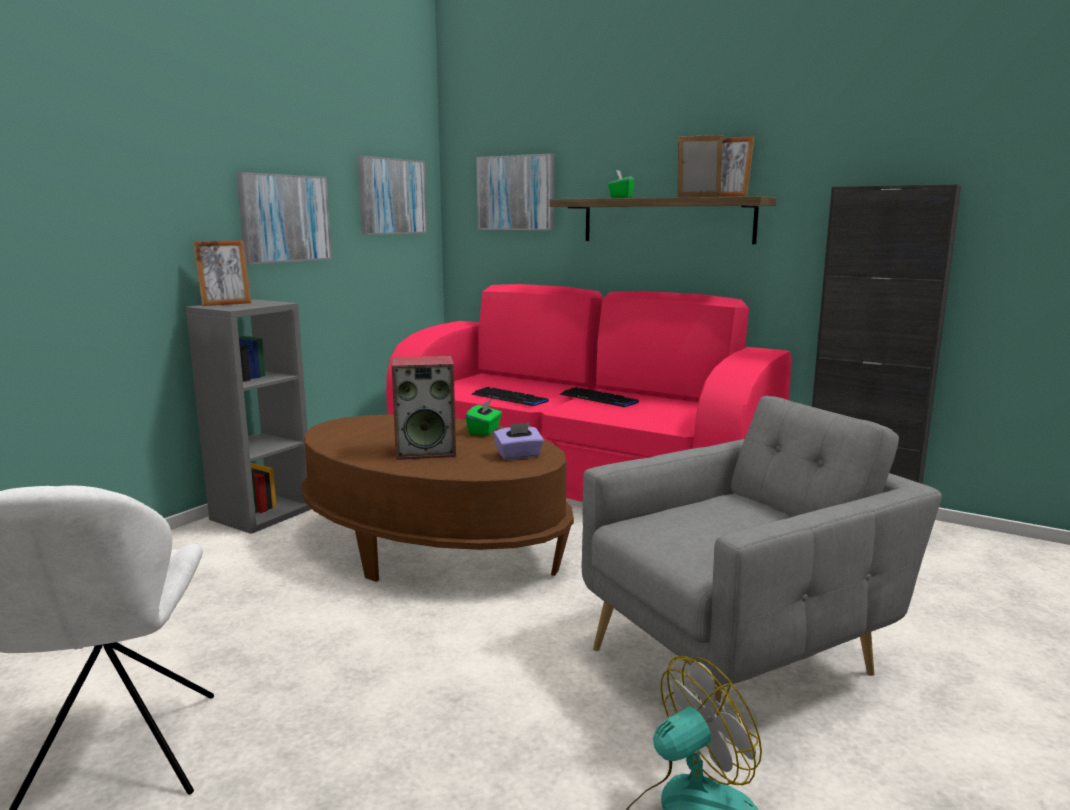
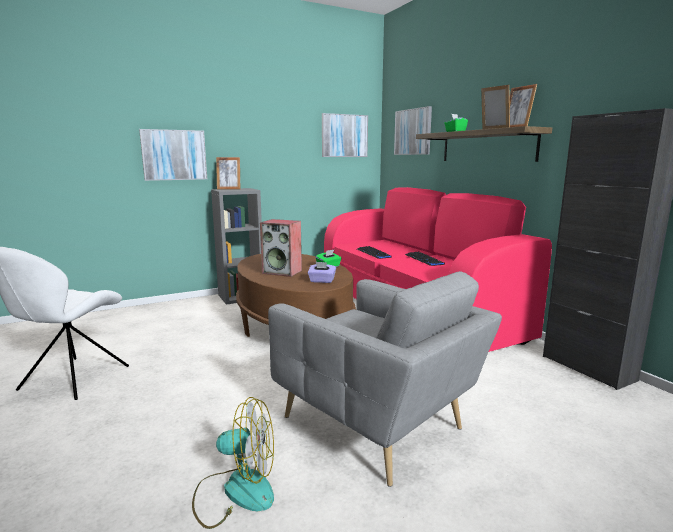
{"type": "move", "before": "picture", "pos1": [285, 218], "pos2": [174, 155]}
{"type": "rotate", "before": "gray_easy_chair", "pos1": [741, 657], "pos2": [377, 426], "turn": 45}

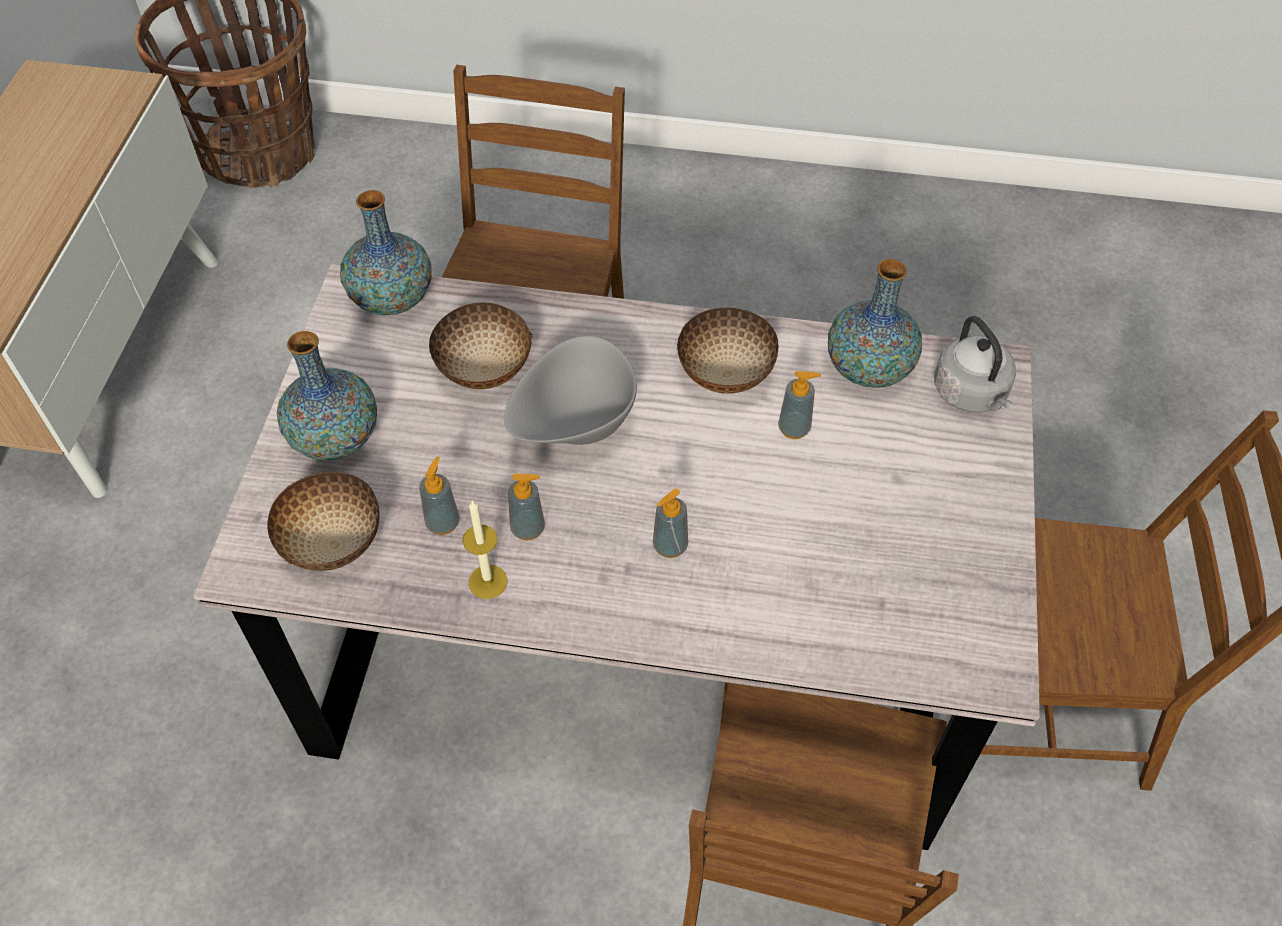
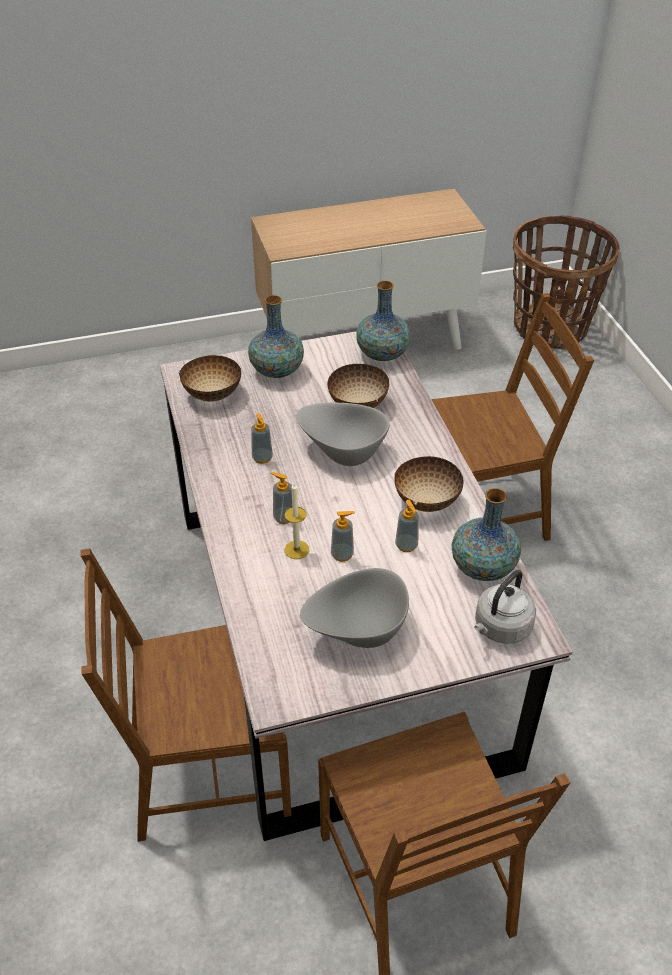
{"type": "insert", "after": "gray_serving_bowl", "pos2": [357, 631]}
{"type": "move", "before": "soap_dispenser", "pos1": [443, 523], "pos2": [342, 554]}
{"type": "move", "before": "candle", "pos1": [488, 581], "pos2": [296, 549]}

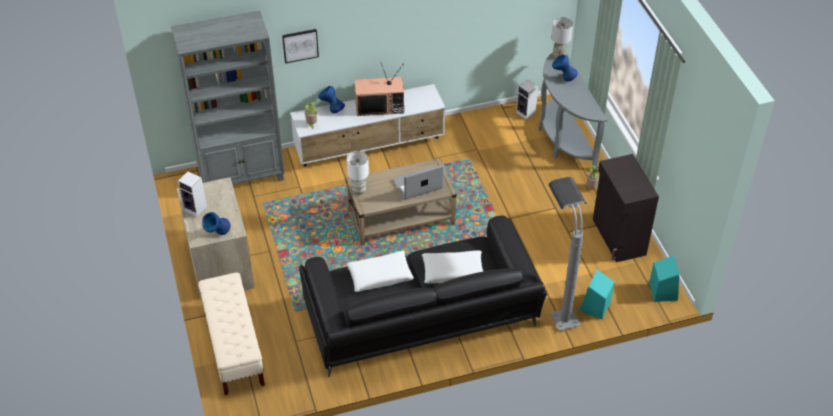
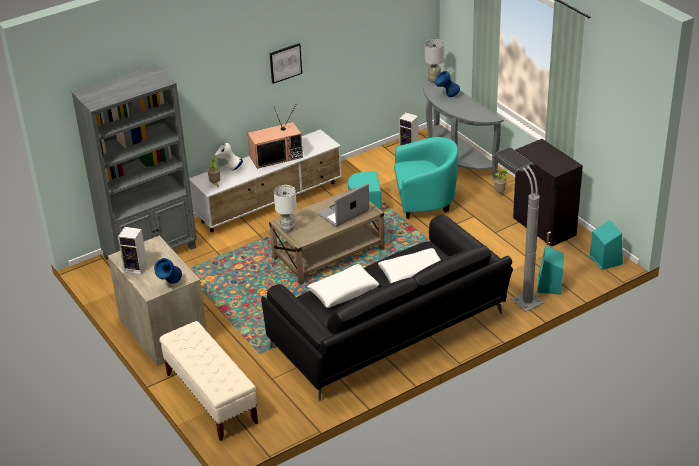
{"type": "insert", "after": "turquoise-coloured_easy_chair", "pos2": [410, 203]}
{"type": "move", "before": "picture", "pos1": [300, 45], "pos2": [285, 62]}
{"type": "recolor", "before": "blue_flower_vase", "after": "whitish_flower_vase", "pos1": [331, 110], "pos2": [229, 168]}

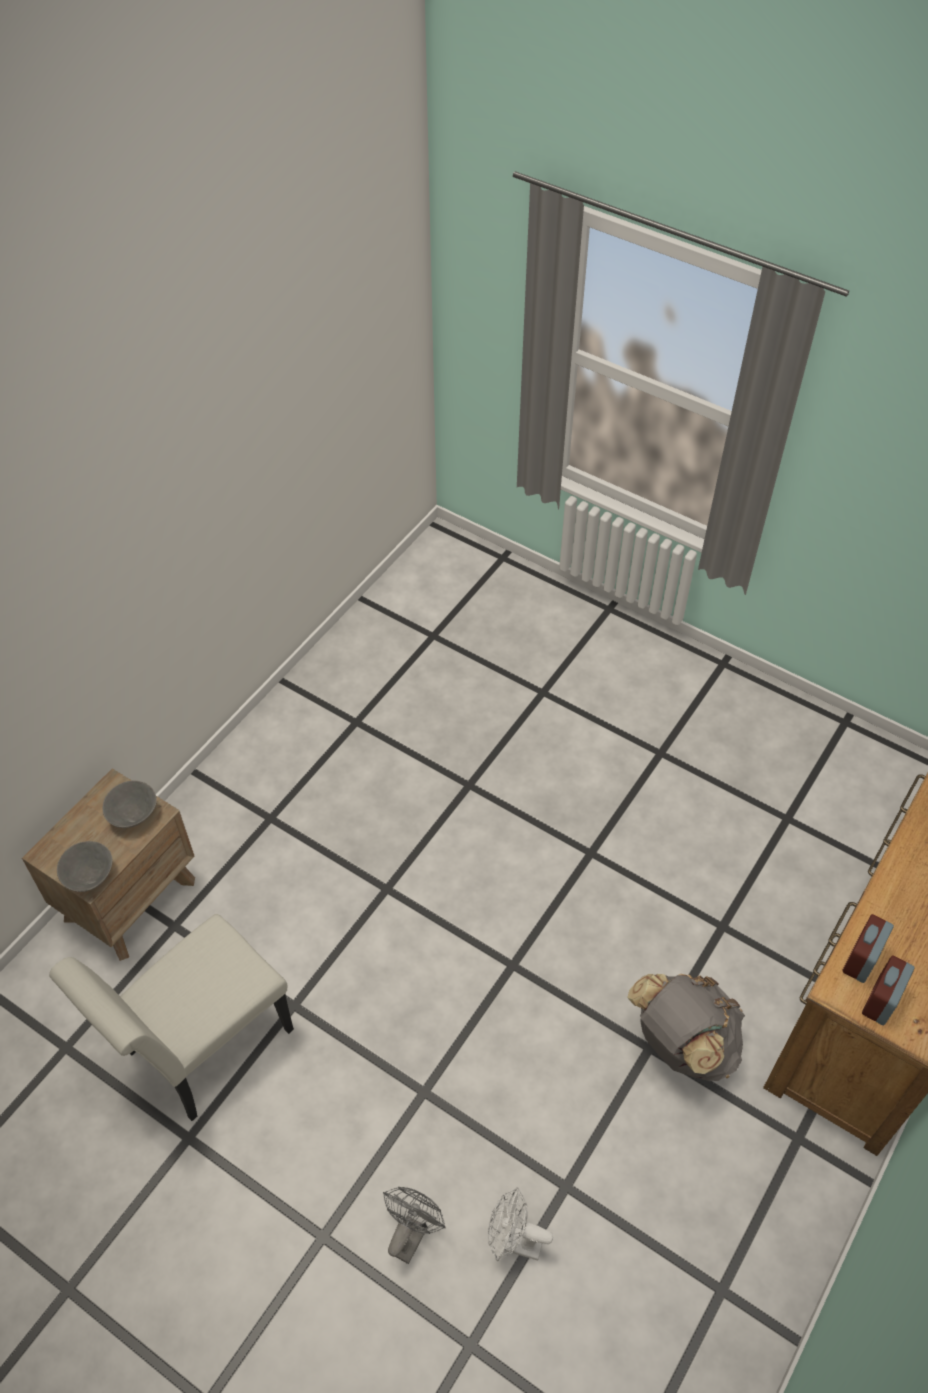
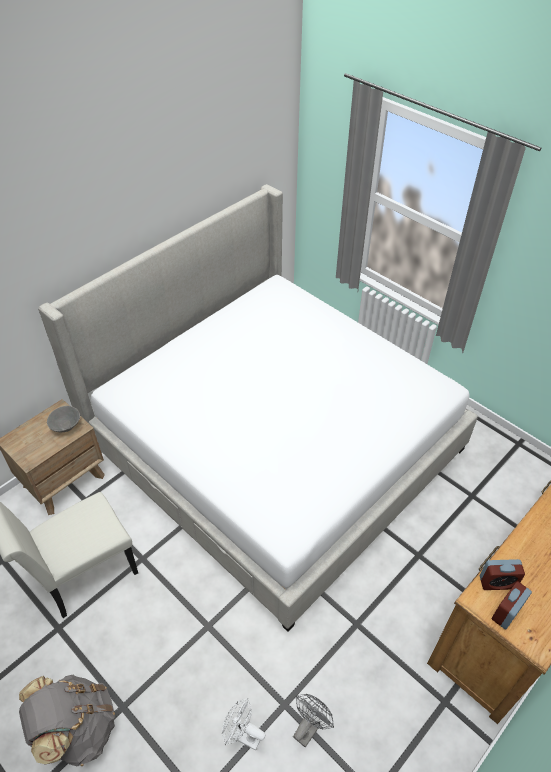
{"type": "delete", "before": "gray_serving_bowl", "pos1": [89, 877]}
{"type": "insert", "after": "sleeping_bed", "pos2": [275, 446]}
{"type": "move", "before": "gray_electric_fan", "pos1": [411, 1233], "pos2": [309, 726]}
{"type": "move", "before": "gray_knapsack", "pos1": [681, 1043], "pos2": [77, 728]}
{"type": "rotate", "before": "alarm_clock", "pos1": [861, 959], "pos2": [497, 582], "turn": -135}

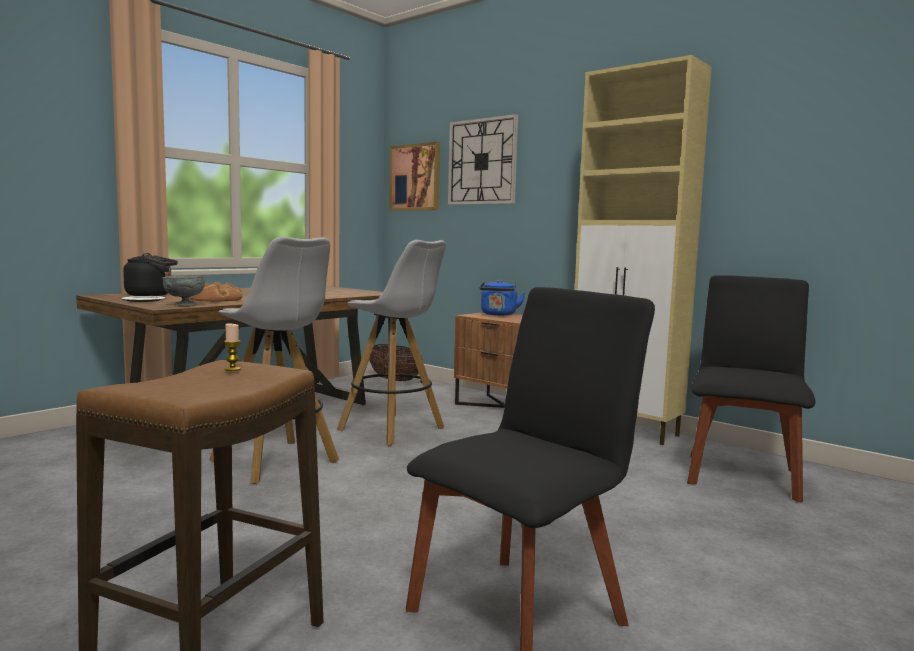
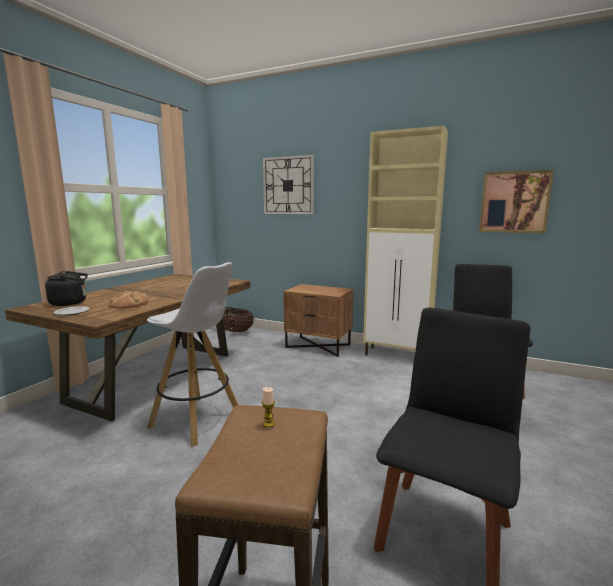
{"type": "delete", "before": "gray_serving_bowl", "pos1": [184, 305]}
{"type": "delete", "before": "whitish_sitting_stool", "pos1": [393, 429]}
{"type": "delete", "before": "blue_water_kettle", "pos1": [498, 314]}
{"type": "move", "before": "picture", "pos1": [415, 177], "pos2": [514, 202]}

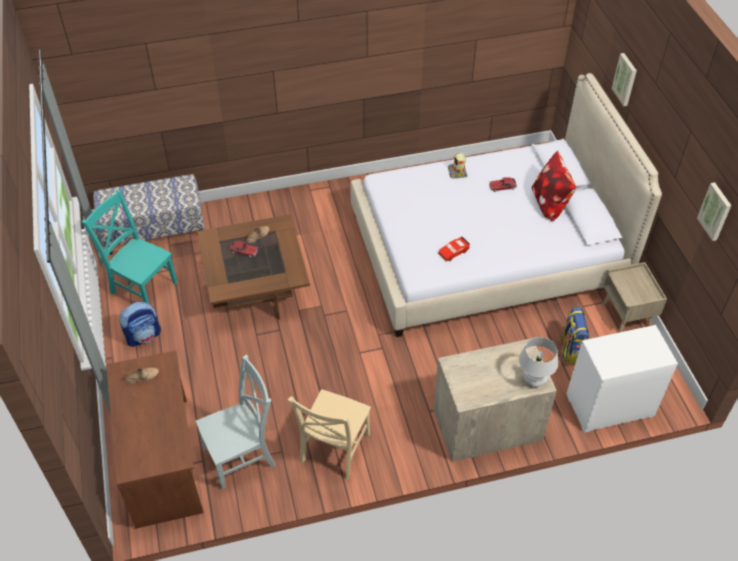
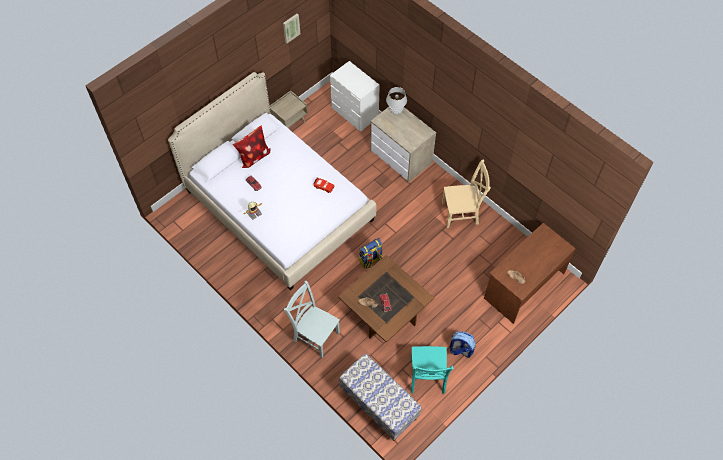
{"type": "delete", "before": "picture", "pos1": [625, 79]}
{"type": "move", "before": "gray_upright_chair", "pos1": [242, 455], "pos2": [314, 335]}
{"type": "move", "before": "knapsack", "pos1": [571, 350], "pos2": [370, 260]}

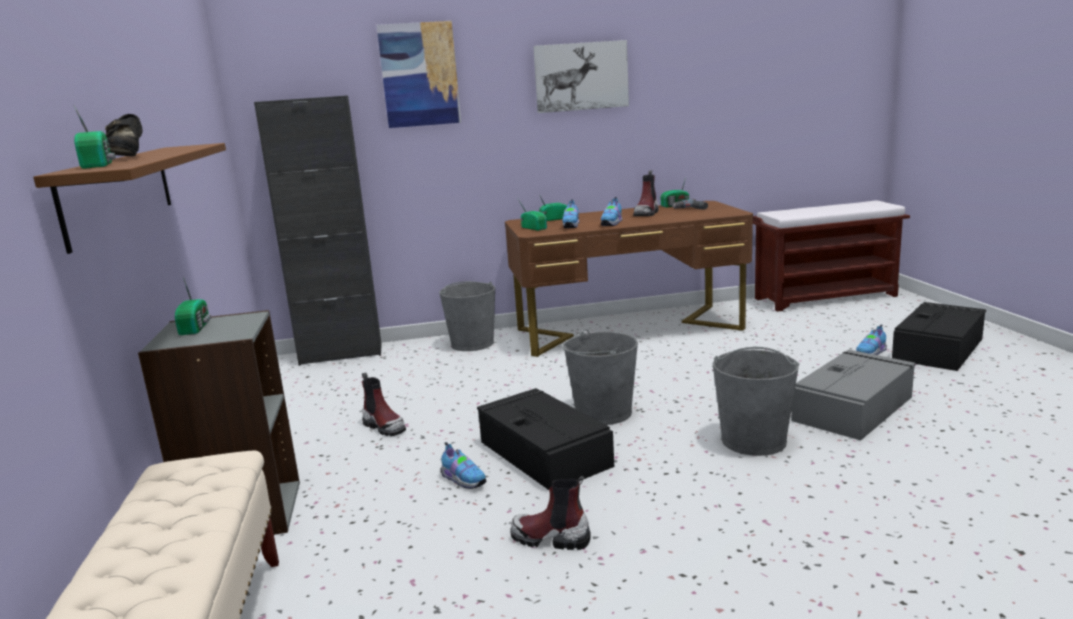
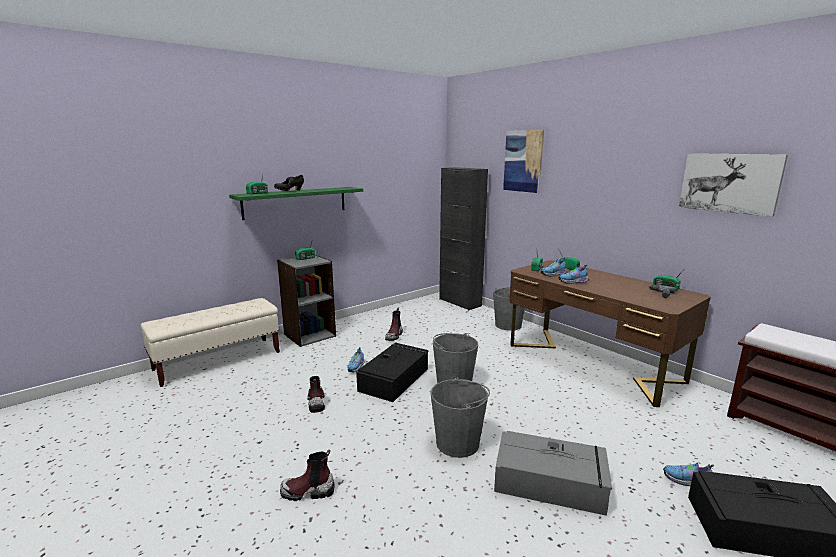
{"type": "move", "before": "picture", "pos1": [581, 76], "pos2": [729, 183]}
{"type": "move", "before": "tall_boot", "pos1": [646, 213], "pos2": [308, 492]}
{"type": "recolor", "before": "brown-coloured_shelf", "after": "greenish_shelf", "pos1": [120, 192], "pos2": [295, 202]}

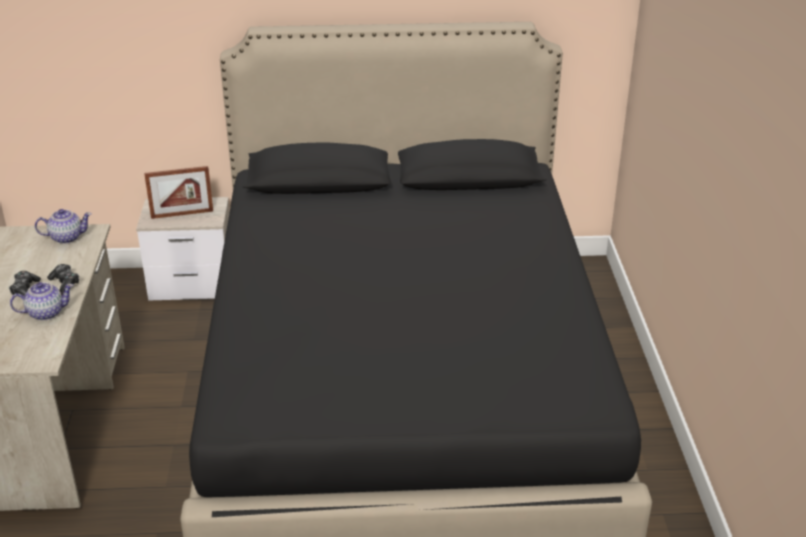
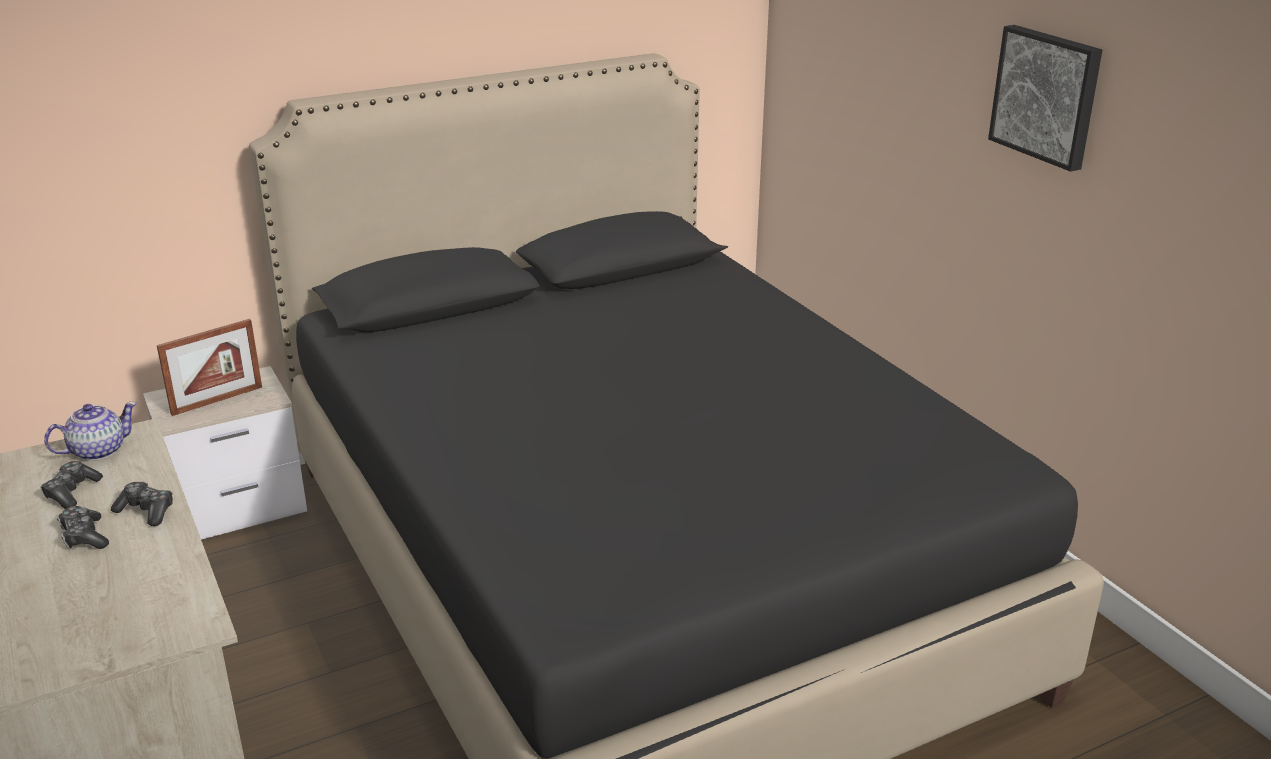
{"type": "delete", "before": "teapot", "pos1": [45, 313]}
{"type": "insert", "after": "game_controller", "pos2": [72, 492]}
{"type": "insert", "after": "picture", "pos2": [1047, 96]}

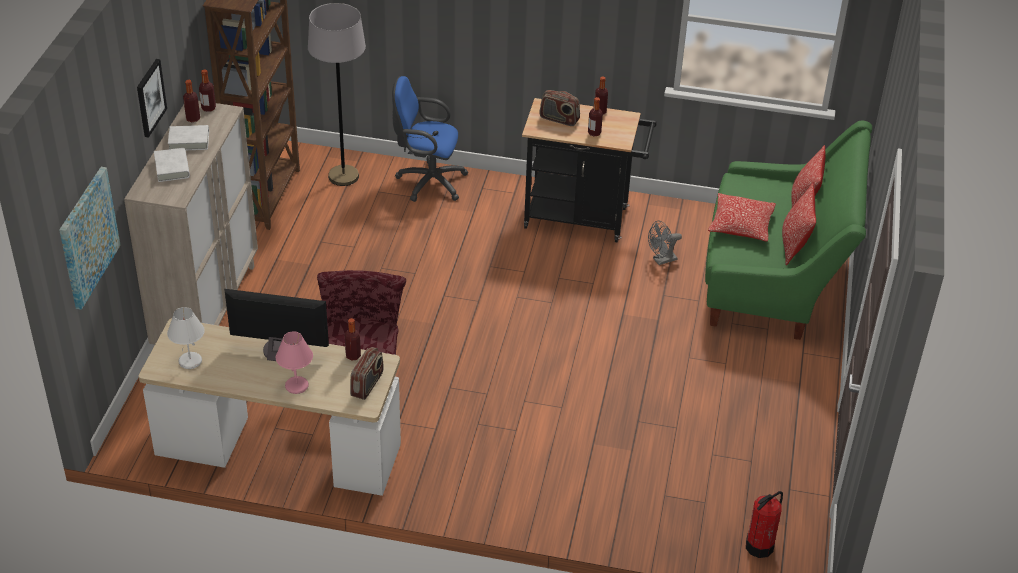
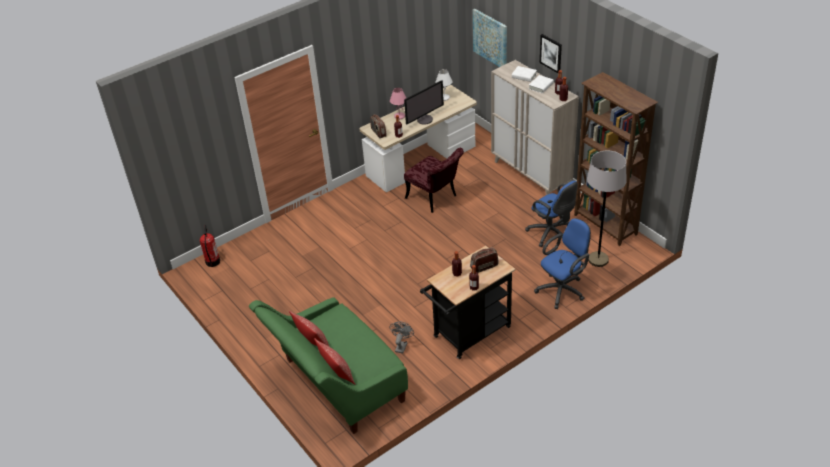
{"type": "delete", "before": "cushion", "pos1": [741, 225]}
{"type": "insert", "after": "blue_desk_chair", "pos2": [551, 234]}

